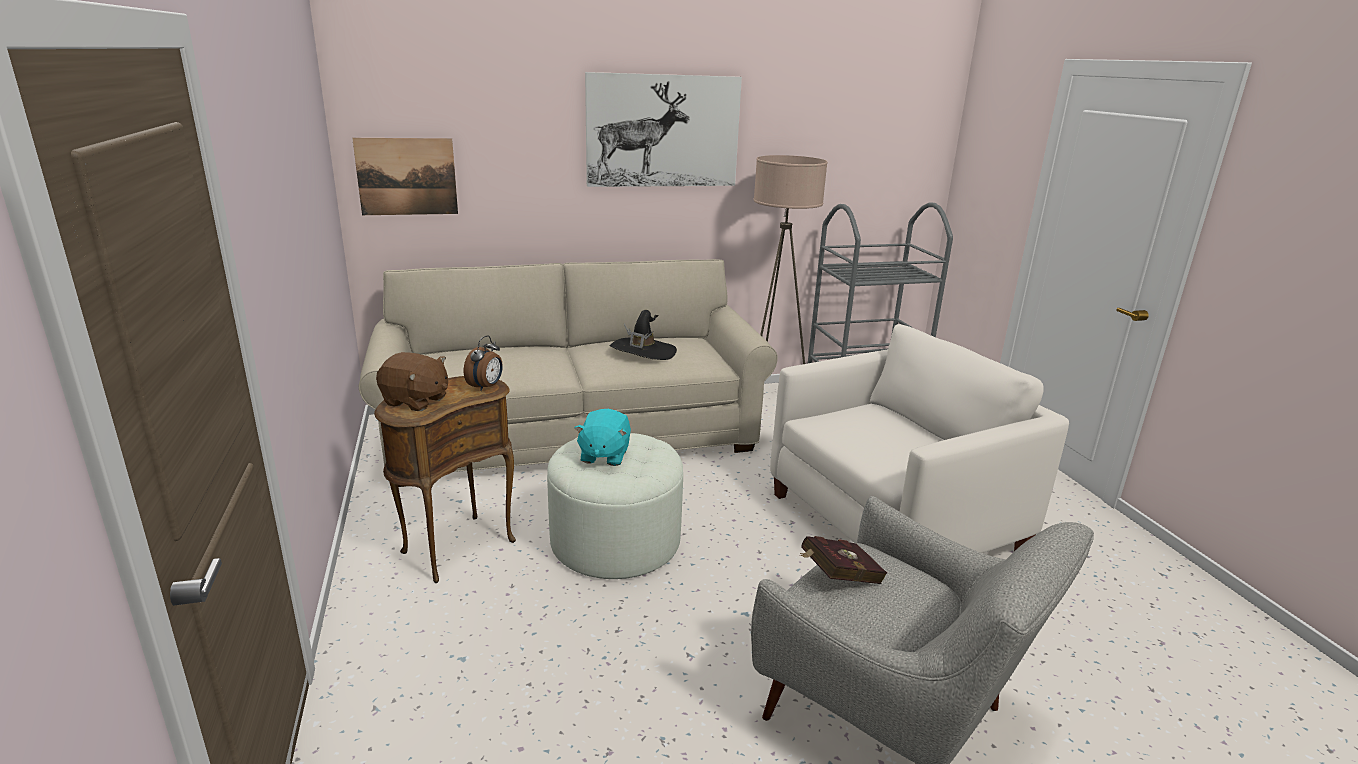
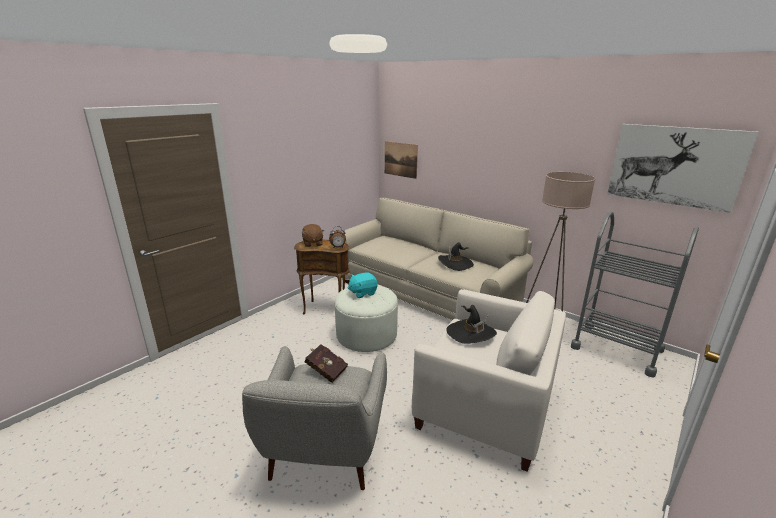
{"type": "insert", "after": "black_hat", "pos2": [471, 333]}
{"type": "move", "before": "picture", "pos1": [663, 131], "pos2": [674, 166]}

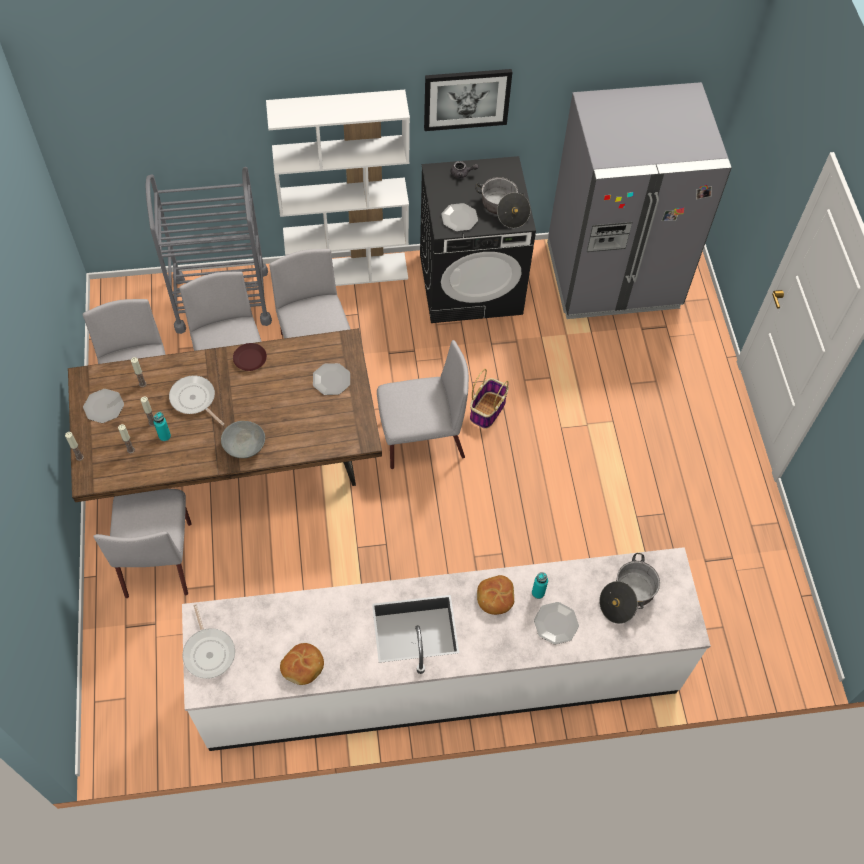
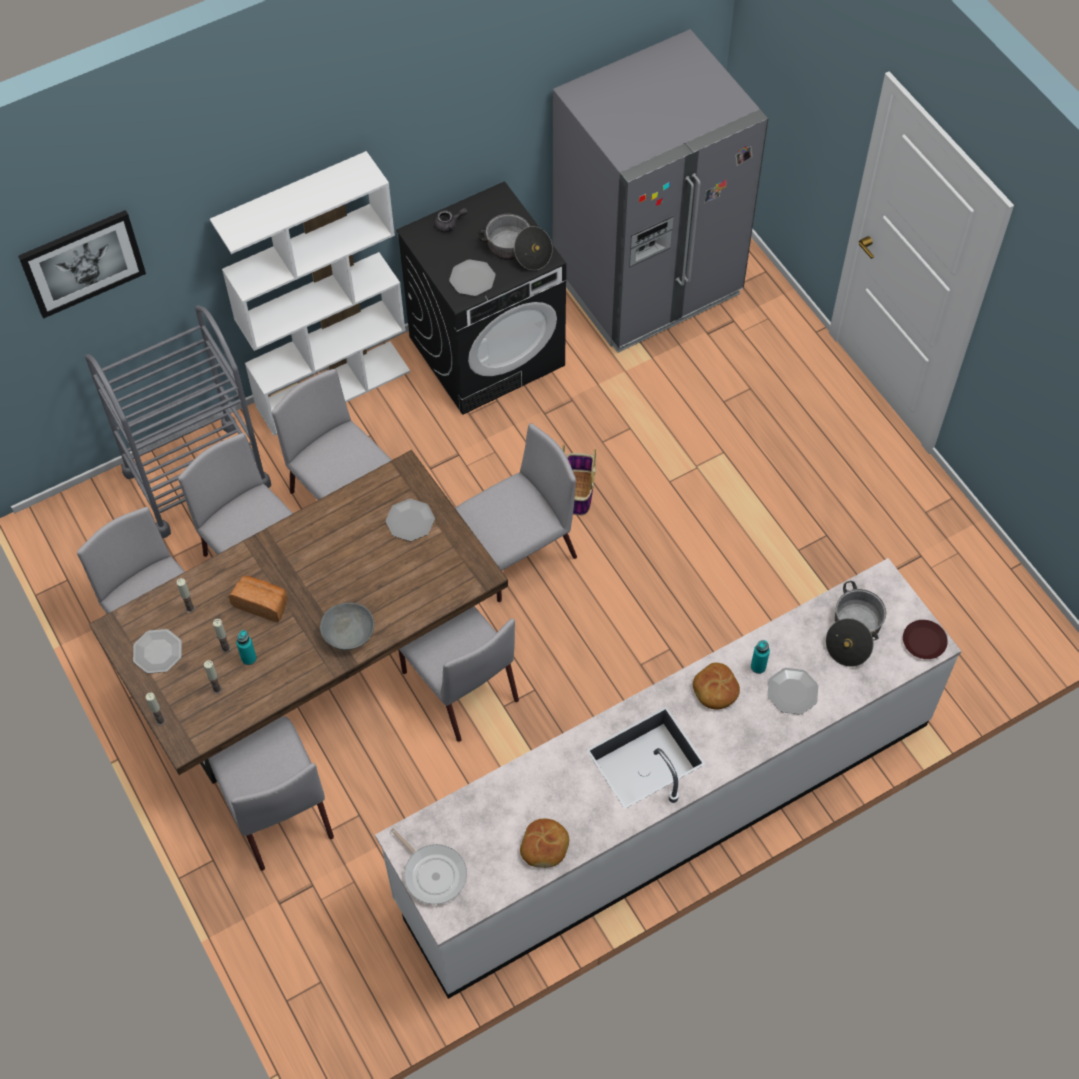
{"type": "insert", "after": "gray_upright_chair", "pos2": [458, 684]}
{"type": "move", "before": "brown-coloured_plate", "pos1": [249, 359], "pos2": [923, 642]}
{"type": "move", "before": "picture", "pos1": [466, 99], "pos2": [82, 262]}
{"type": "replace", "before": "pan", "after": "baked_bread", "pos1": [194, 400], "pos2": [262, 603]}

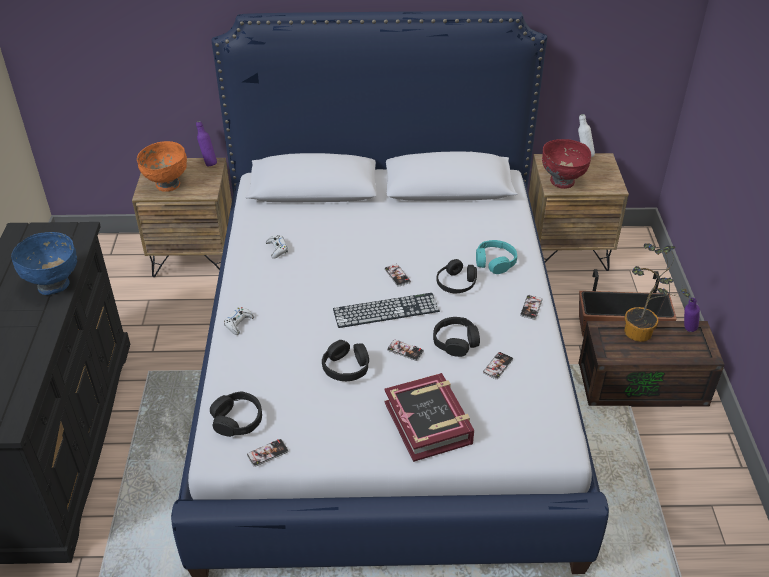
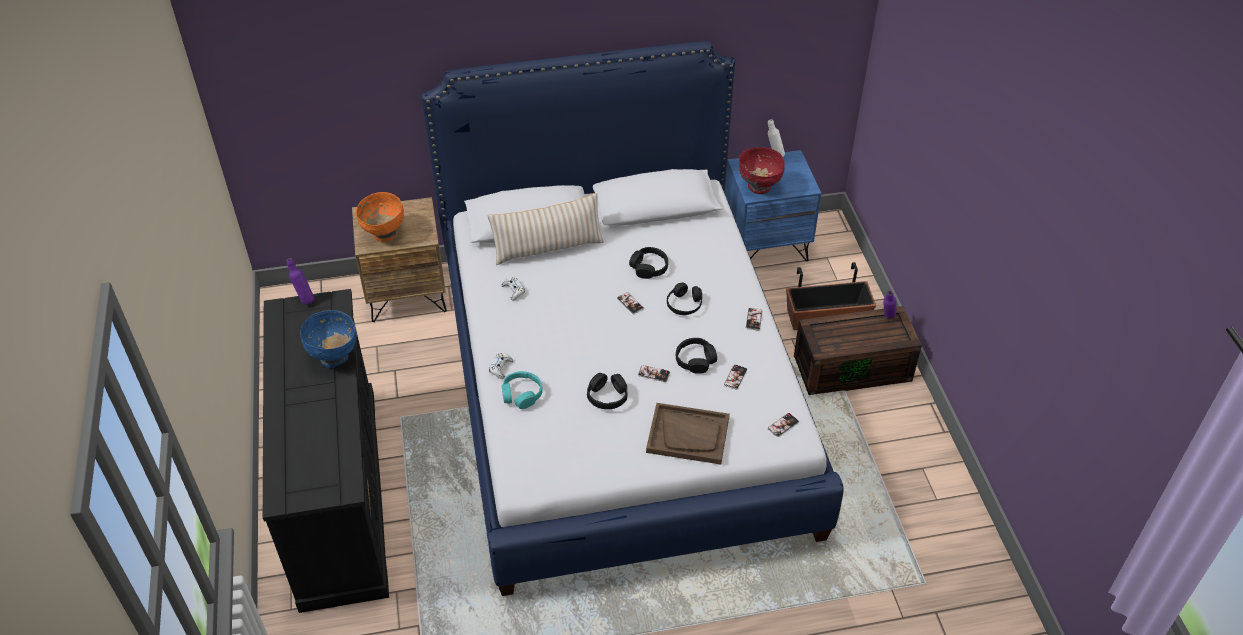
{"type": "delete", "before": "PC_keyboard", "pos1": [386, 310]}
{"type": "delete", "before": "houseplant", "pos1": [642, 334]}
{"type": "insert", "after": "beige_cushion", "pos2": [548, 248]}
{"type": "move", "before": "purple-coloured_drink_bottle", "pos1": [208, 163], "pos2": [304, 299]}
{"type": "move", "before": "black_pair_of_headphones", "pos1": [237, 420], "pos2": [649, 267]}
{"type": "move", "before": "telephone", "pos1": [267, 453], "pos2": [783, 425]}
{"type": "move", "before": "turquoise-coloured_pair_of_headphones", "pos1": [495, 262], "pos2": [521, 394]}
{"type": "replace", "before": "bound_book", "after": "brown-coloured_carrying_tray", "pos1": [428, 422], "pos2": [688, 435]}
{"type": "recolor", "before": "brown-coloured_nightstand", "after": "blue_nightstand", "pos1": [566, 250], "pos2": [765, 244]}

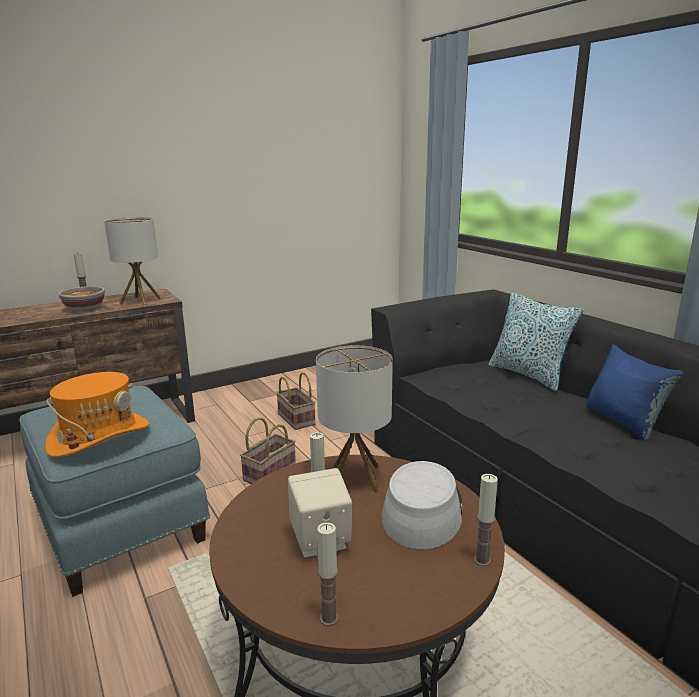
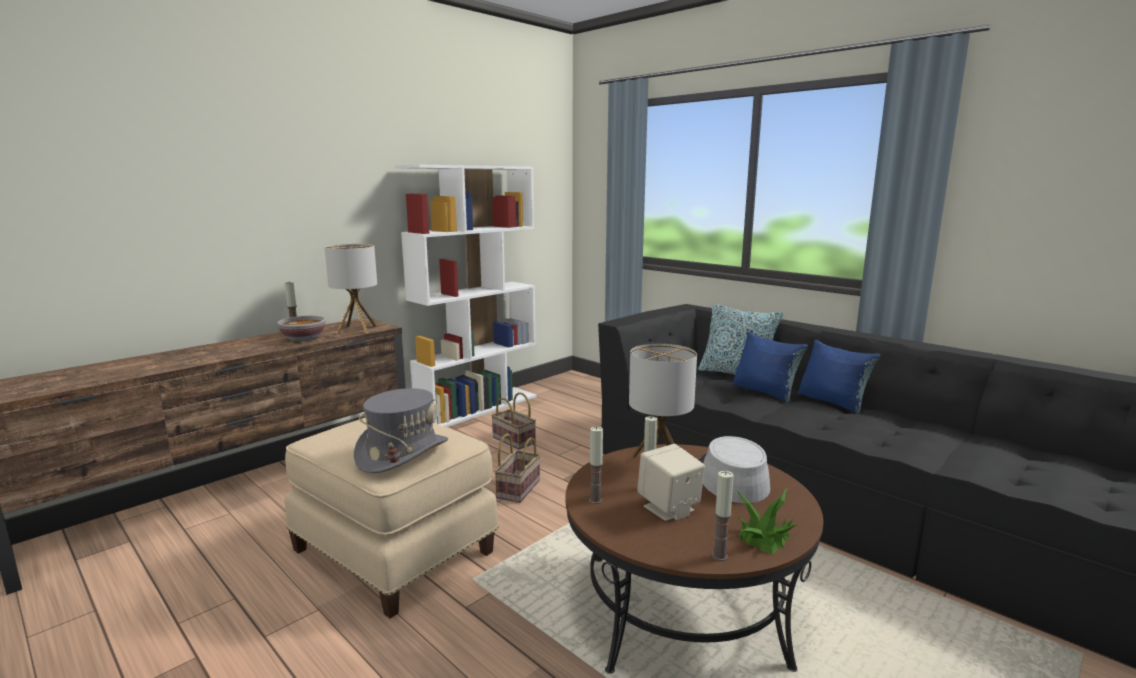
{"type": "insert", "after": "whitish_bookcase", "pos2": [478, 407]}
{"type": "insert", "after": "blue_cushion", "pos2": [765, 392]}
{"type": "insert", "after": "houseplant", "pos2": [764, 536]}
{"type": "move", "before": "candle", "pos1": [482, 560], "pos2": [595, 500]}
{"type": "recolor", "before": "blue_ottoman", "after": "beige_ottoman", "pos1": [122, 522], "pos2": [396, 549]}
{"type": "recolor", "before": "orange-coloured_hat", "after": "gray_hat", "pos1": [99, 436], "pos2": [402, 453]}

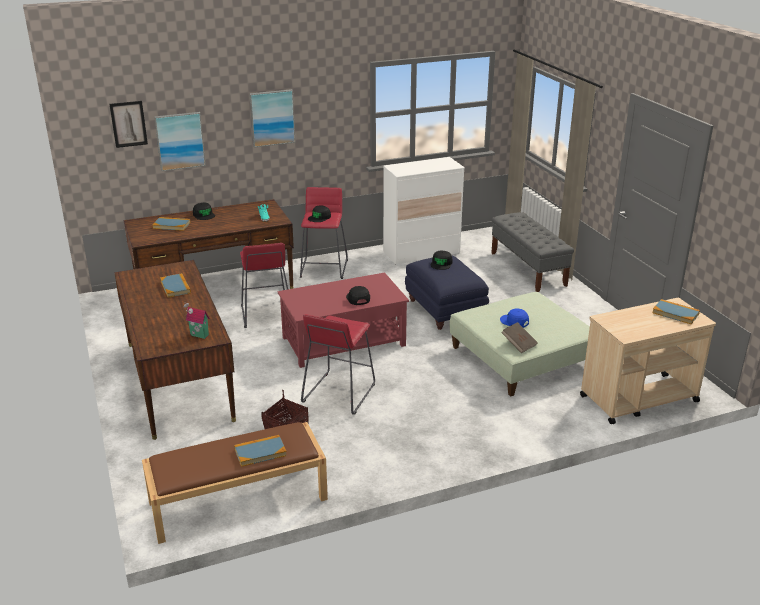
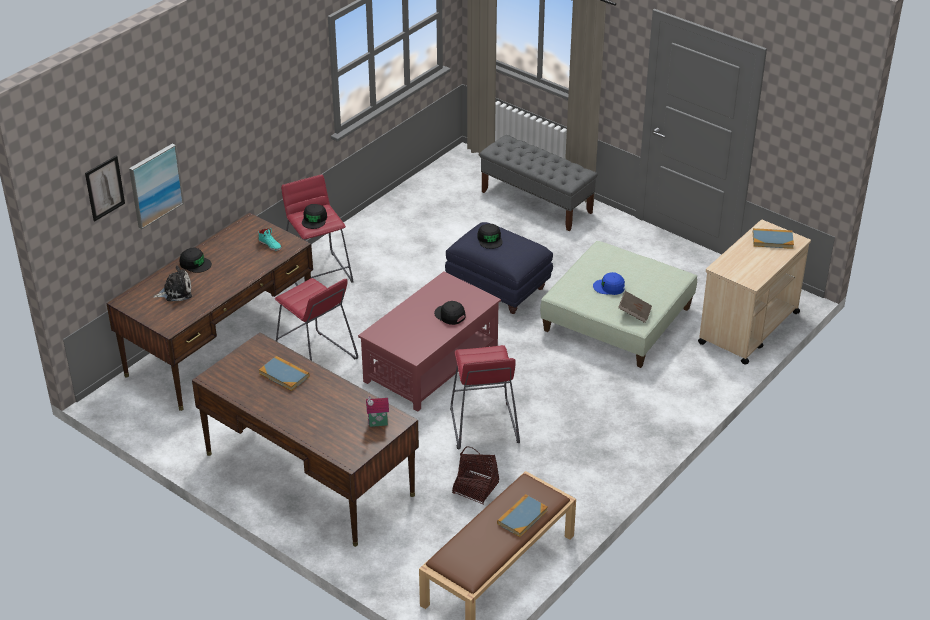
{"type": "delete", "before": "picture", "pos1": [272, 118]}
{"type": "delete", "before": "whitish_chest_of_drawers", "pos1": [421, 253]}
{"type": "replace", "before": "bound_book", "after": "cuddly_toy", "pos1": [171, 225], "pos2": [176, 292]}

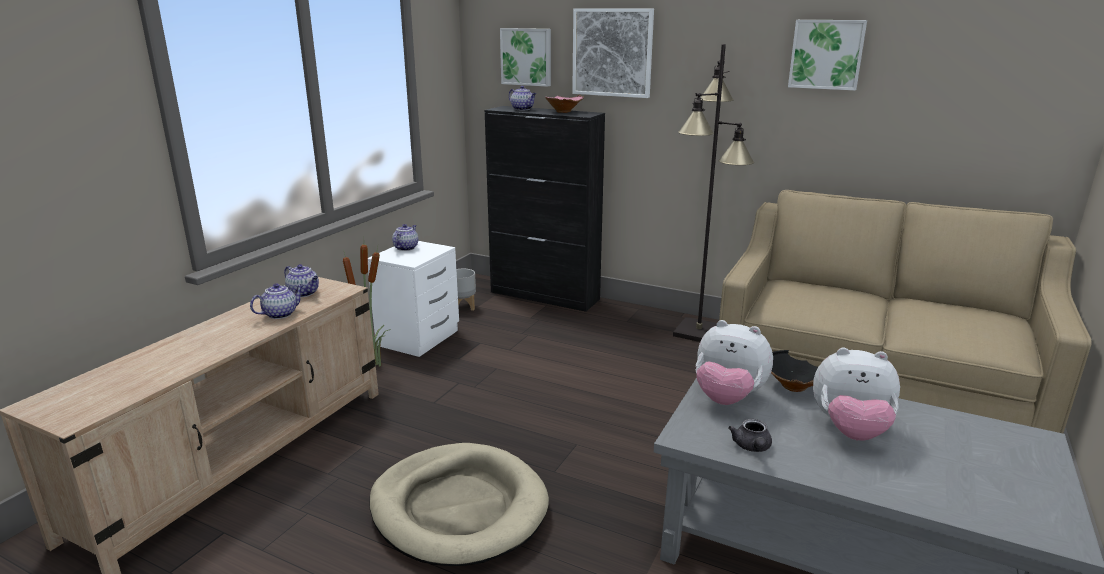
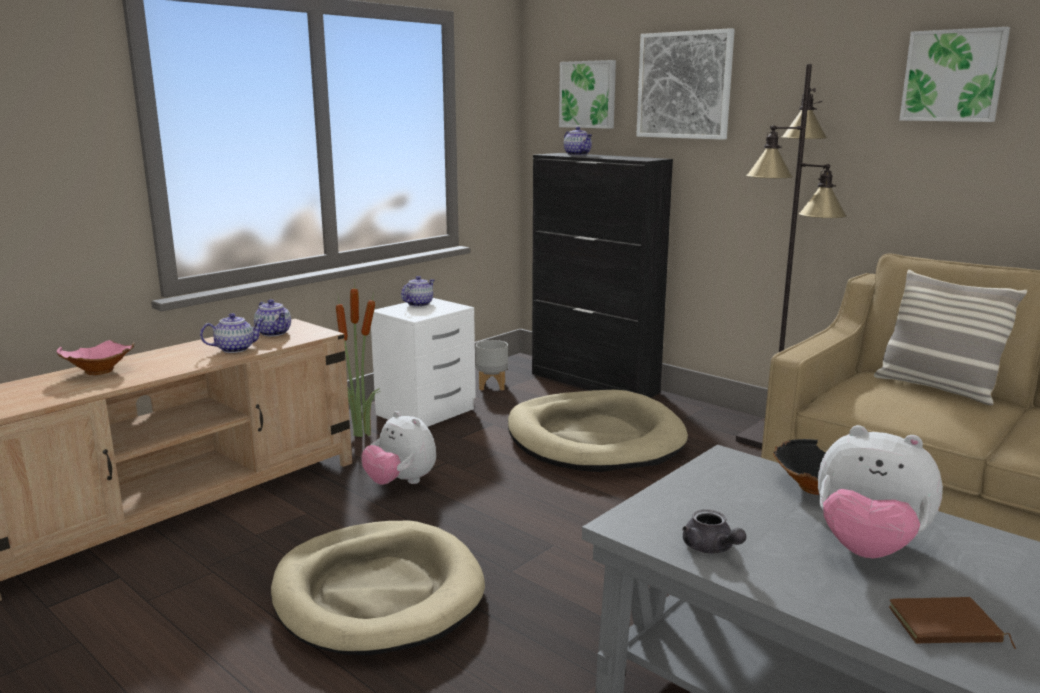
{"type": "insert", "after": "beige_pet_bed", "pos2": [594, 438]}
{"type": "insert", "after": "cushion", "pos2": [936, 388]}
{"type": "insert", "after": "brown-coloured_bound_book", "pos2": [945, 628]}
{"type": "move", "before": "pinkish_serving_bowl", "pos1": [564, 111], "pos2": [100, 372]}
{"type": "move", "before": "cuddly_toy", "pos1": [728, 398], "pos2": [401, 482]}
{"type": "rotate", "before": "gray_teapot", "pos1": [752, 447], "pos2": [711, 548], "turn": -45}

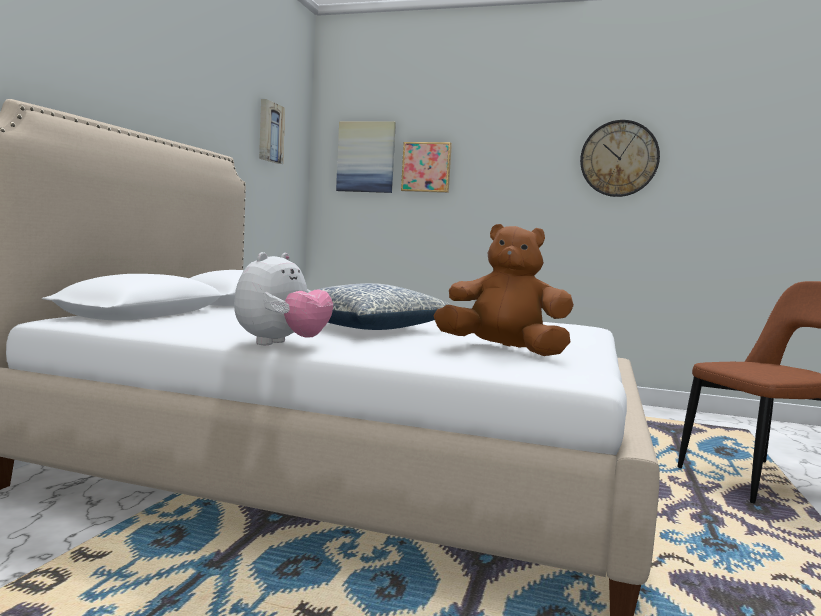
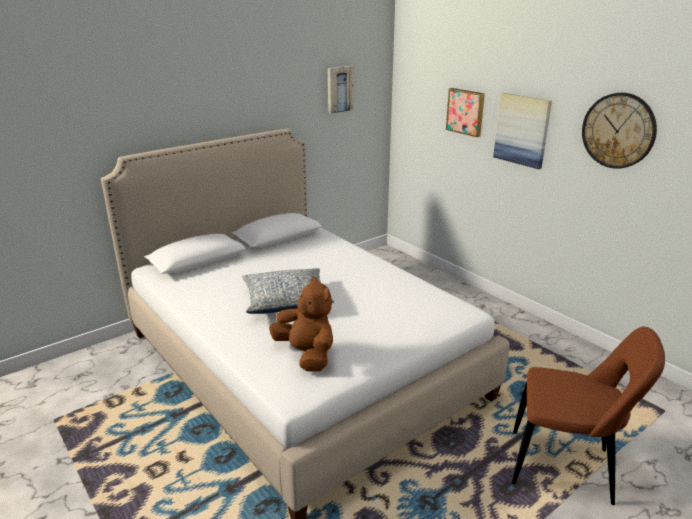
{"type": "delete", "before": "cuddly_toy", "pos1": [281, 344]}
{"type": "move", "before": "picture", "pos1": [366, 157], "pos2": [522, 130]}

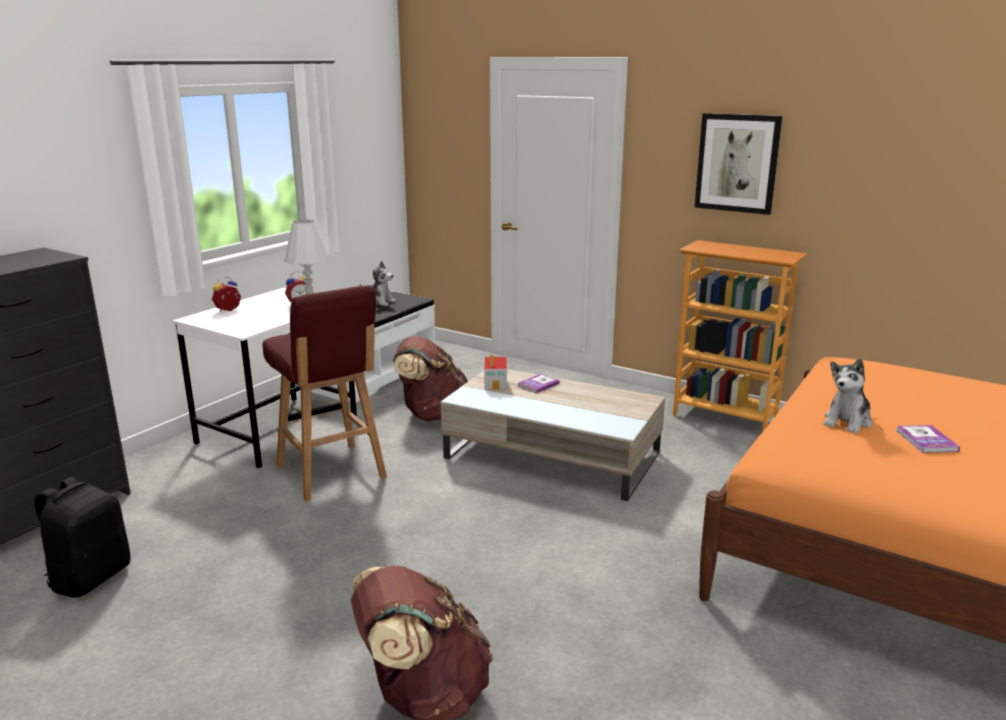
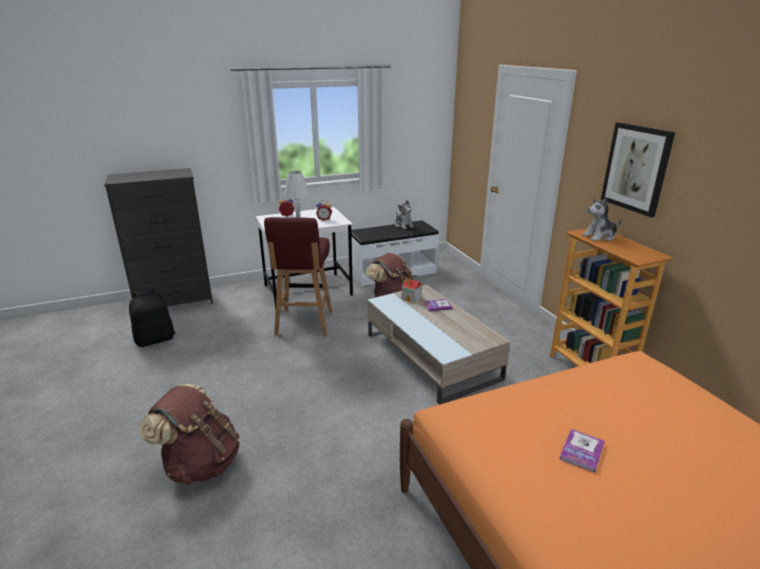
{"type": "move", "before": "cuddly_toy", "pos1": [847, 421], "pos2": [600, 236]}

